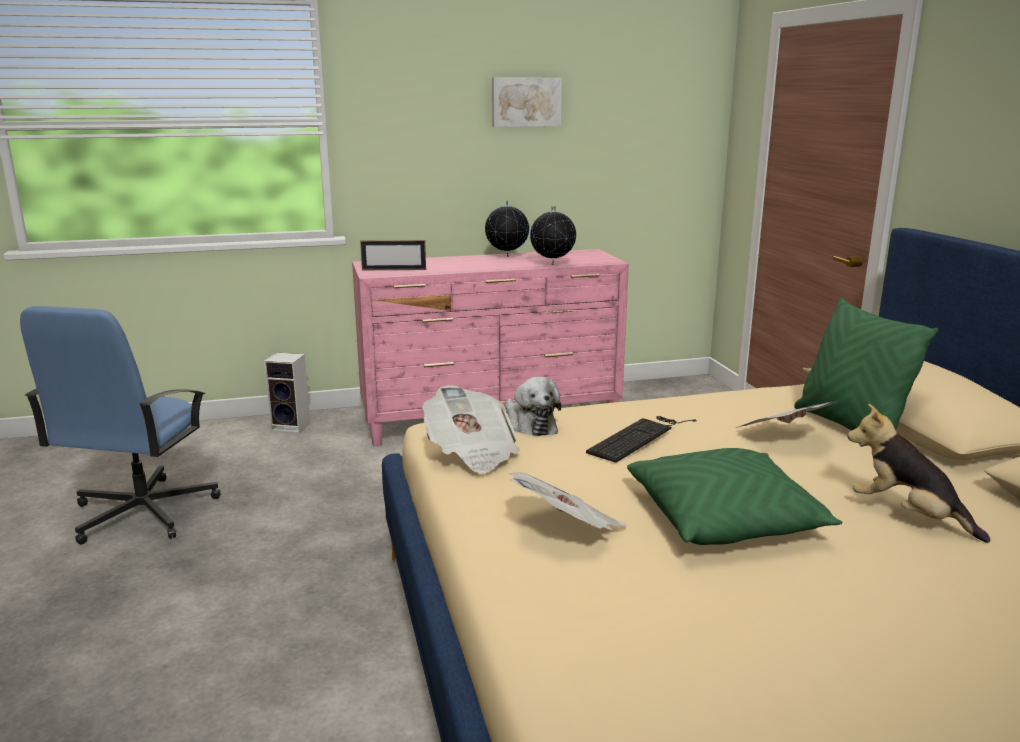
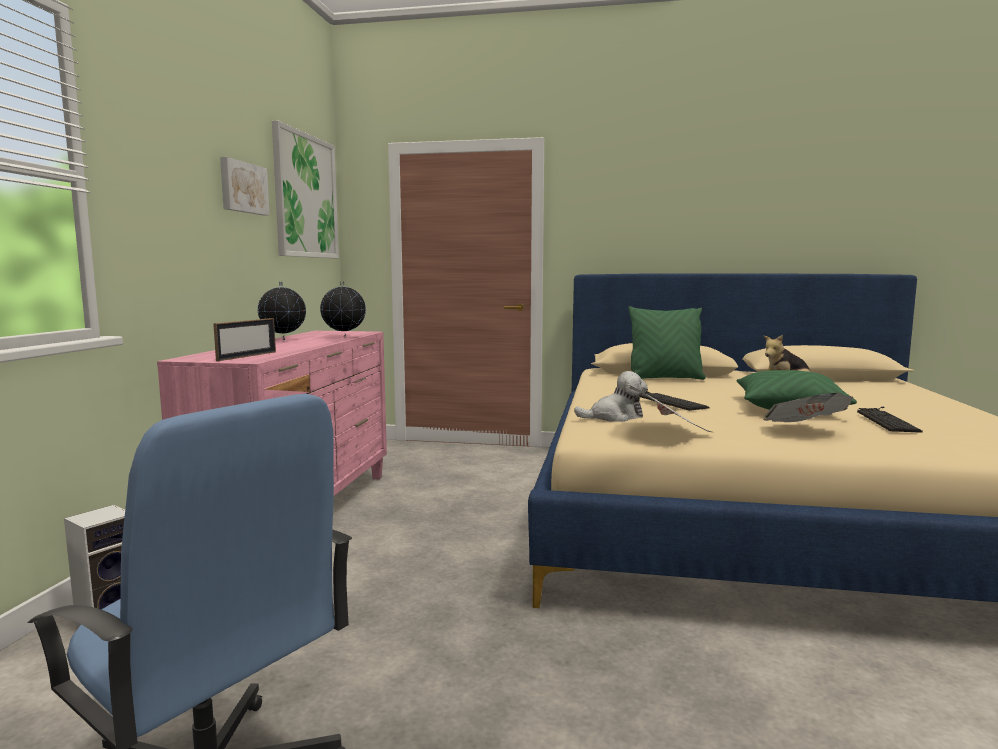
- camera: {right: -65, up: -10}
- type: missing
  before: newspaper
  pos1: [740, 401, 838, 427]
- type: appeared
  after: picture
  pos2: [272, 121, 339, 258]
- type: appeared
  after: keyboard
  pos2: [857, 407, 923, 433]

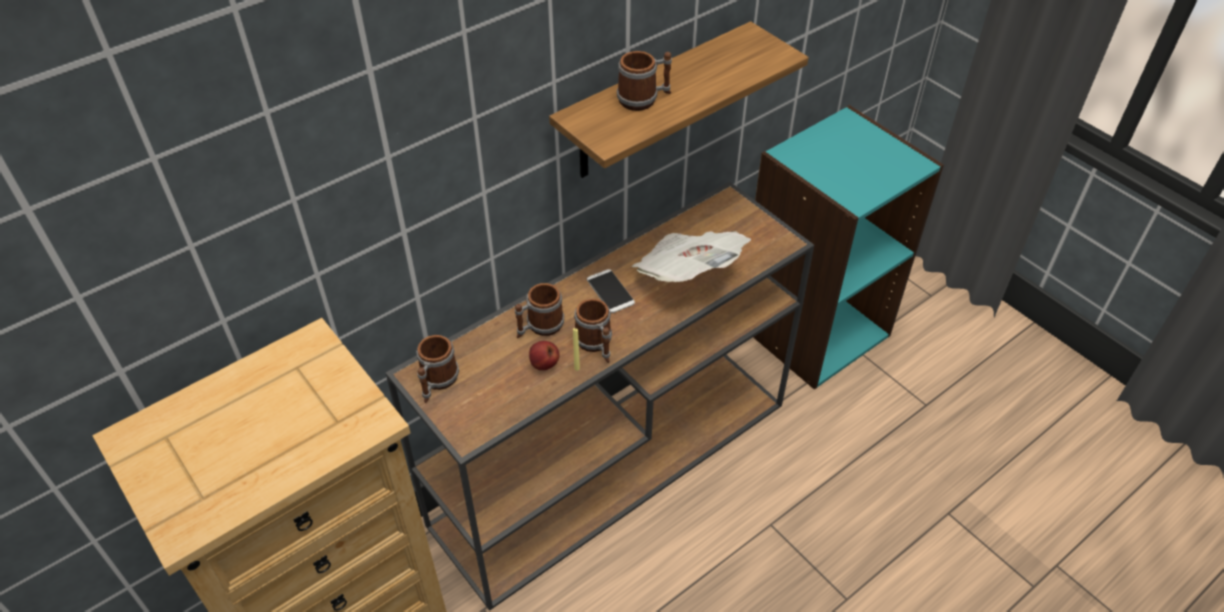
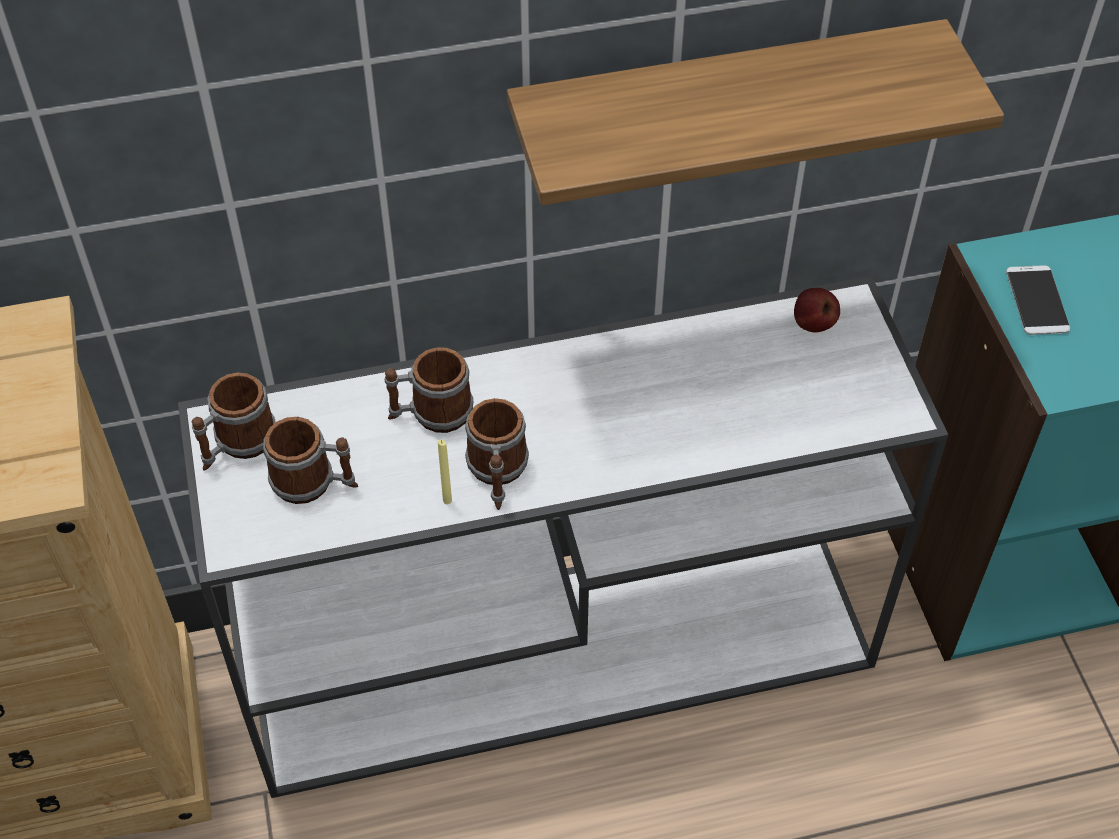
- camera: {right: 25, up: 5}
- type: relocated
  before: mug
  pos1: [617, 51, 672, 111]
  pos2: [263, 417, 358, 504]
- type: colour
  before: console table/brown
  after: console table/white
  pos1: [386, 182, 814, 611]
  pos2: [178, 276, 948, 798]
- type: missing
  before: newspaper
  pos1: [631, 231, 751, 282]
- type: relocated
  before: phone
  pos1: [587, 269, 635, 313]
  pos2: [1006, 265, 1070, 335]
- type: relocated
  before: apple
  pos1: [529, 341, 559, 370]
  pos2: [794, 288, 840, 332]

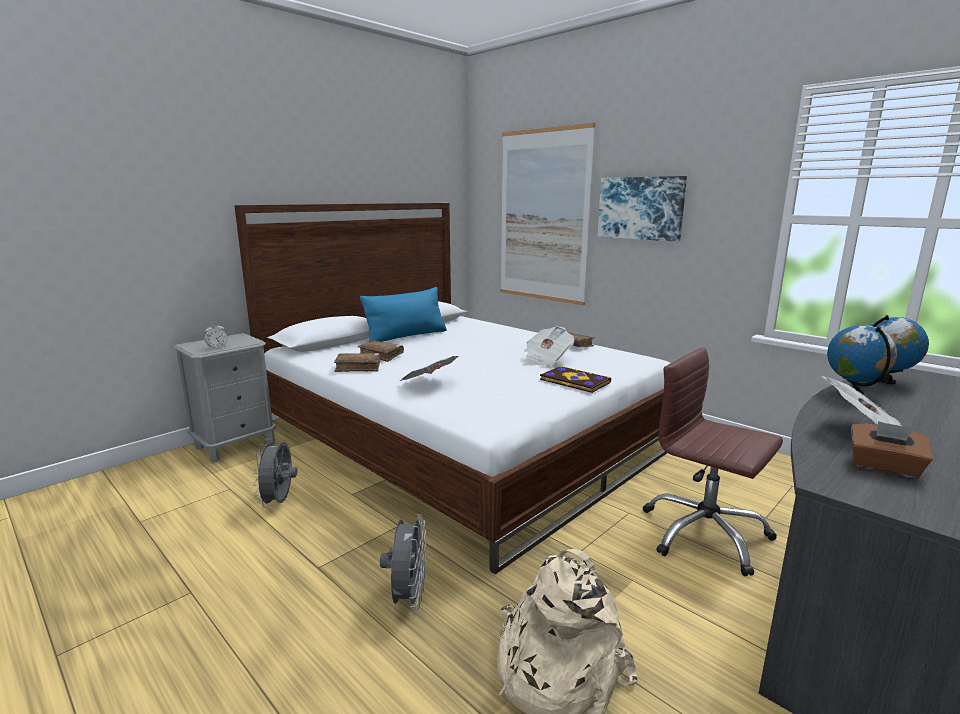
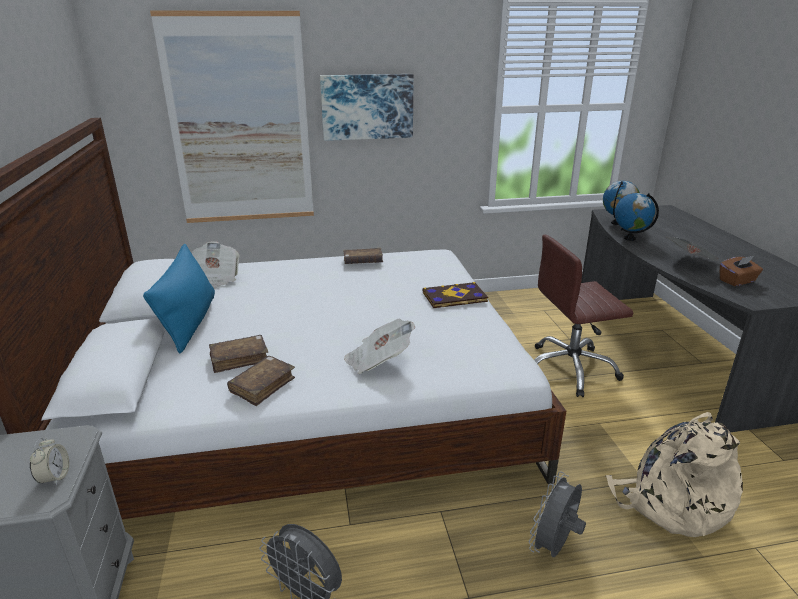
- camera: {right: -55, up: 10}
- type: relocated
  before: newspaper
  pos1: [523, 326, 574, 366]
  pos2: [192, 241, 240, 289]
- type: spun
  before: fan/grey
  pos1: [380, 514, 427, 609]
  pos2: [529, 471, 586, 557]
  turn: -90

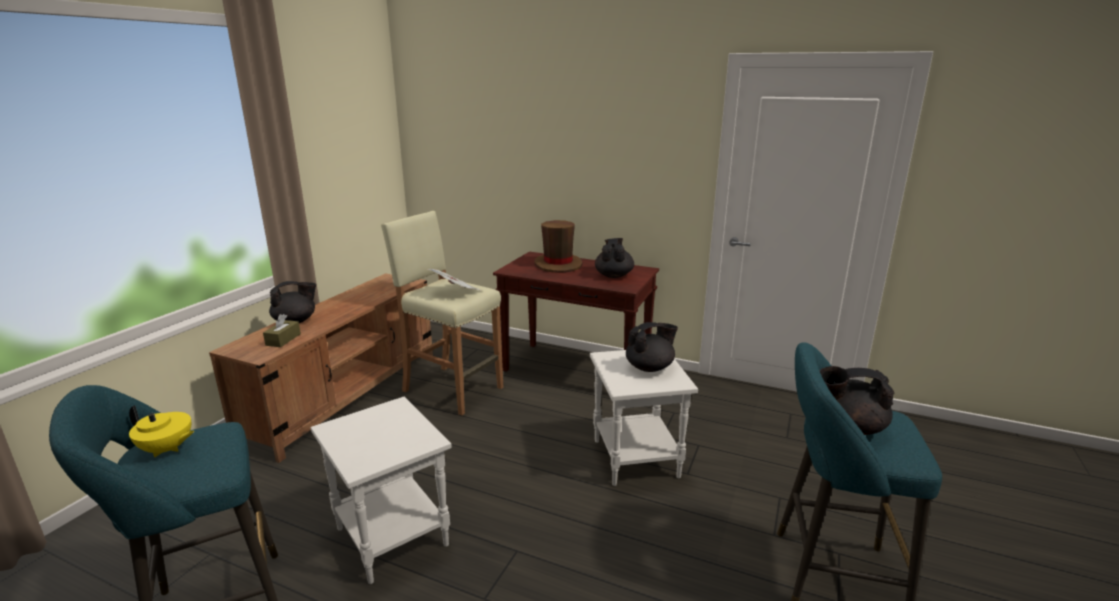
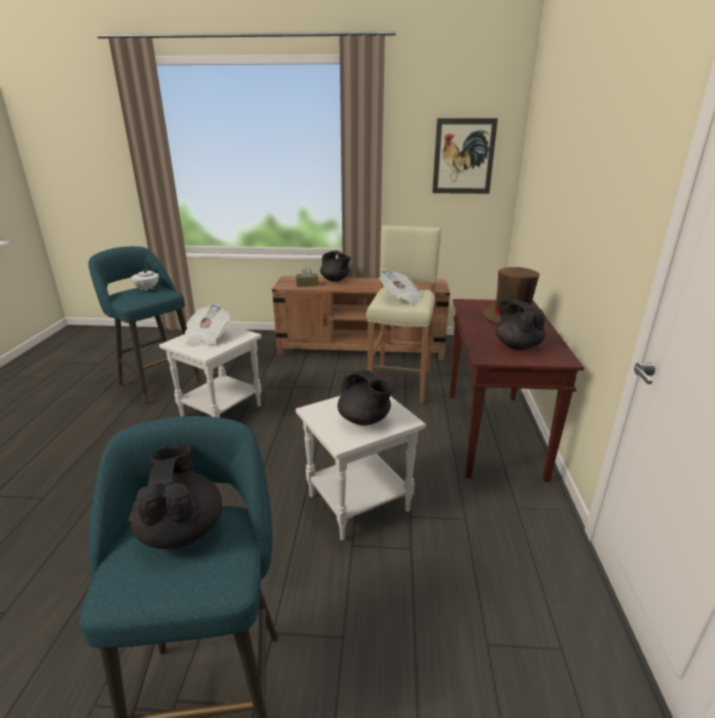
- camera: {right: 70, up: 5}
- type: spun
  before: teapot/black
  pos1: [595, 238, 634, 278]
  pos2: [496, 299, 545, 350]
  turn: -105
- type: colour
  before: teapot/yellow
  after: teapot/white
  pos1: [129, 405, 194, 457]
  pos2: [131, 263, 159, 291]
- type: appeared
  after: picture
  pos2: [432, 118, 498, 194]
- type: appeared
  after: newspaper
  pos2: [185, 304, 231, 347]

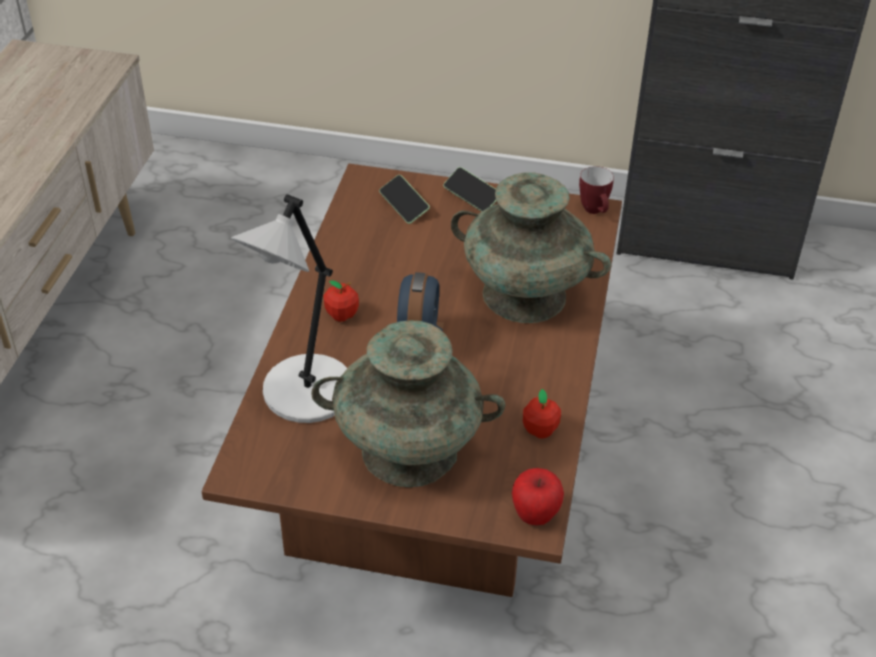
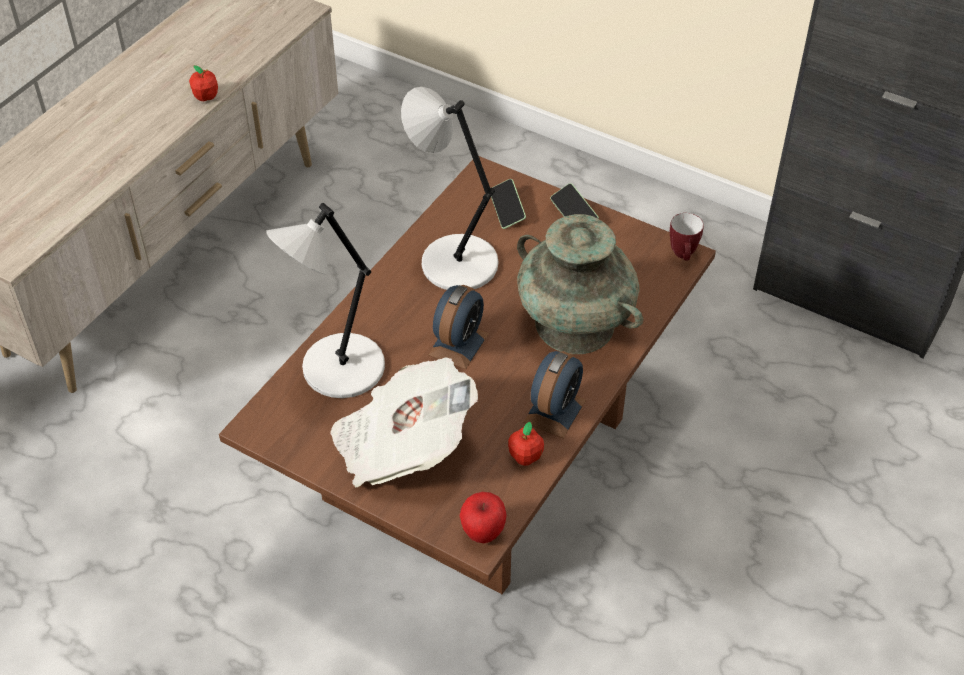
- camera: {right: 20, up: 5}
- type: relocated
  before: apple
  pos1: [323, 280, 359, 322]
  pos2: [189, 65, 218, 101]
- type: exchanged
  before: vase/turquoise
  after: newspaper
  pos1: [311, 320, 505, 487]
  pos2: [330, 357, 478, 488]
- type: appeared
  after: table lamp/grey
  pos2: [401, 87, 498, 290]
- type: appeared
  after: alarm clock
  pos2: [524, 351, 586, 438]

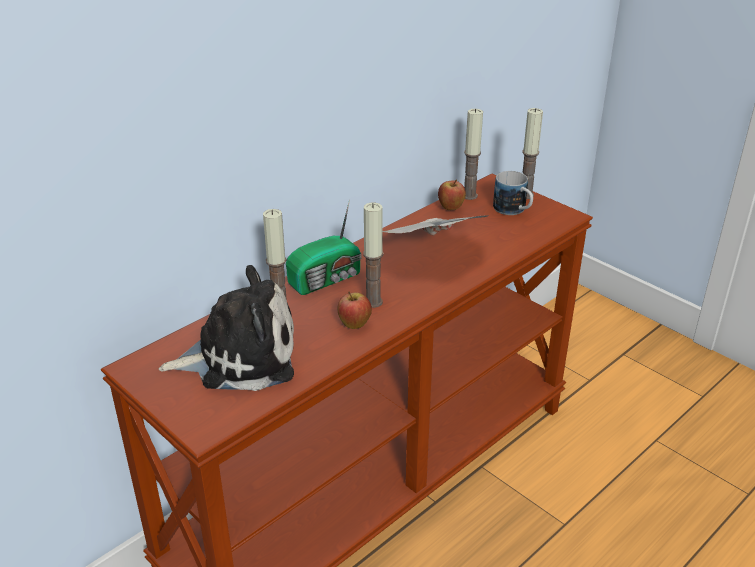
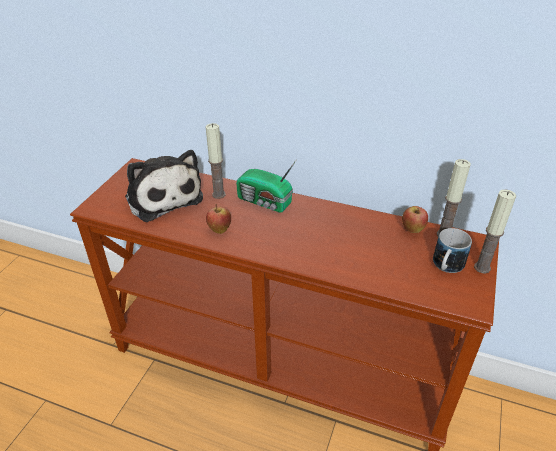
- camera: {right: 65, up: 5}
- type: missing
  before: candle
  pos1: [363, 202, 383, 308]
- type: missing
  before: newspaper
  pos1: [382, 215, 490, 235]

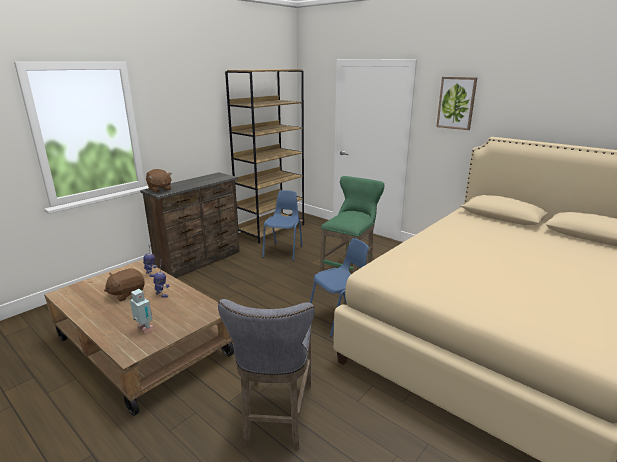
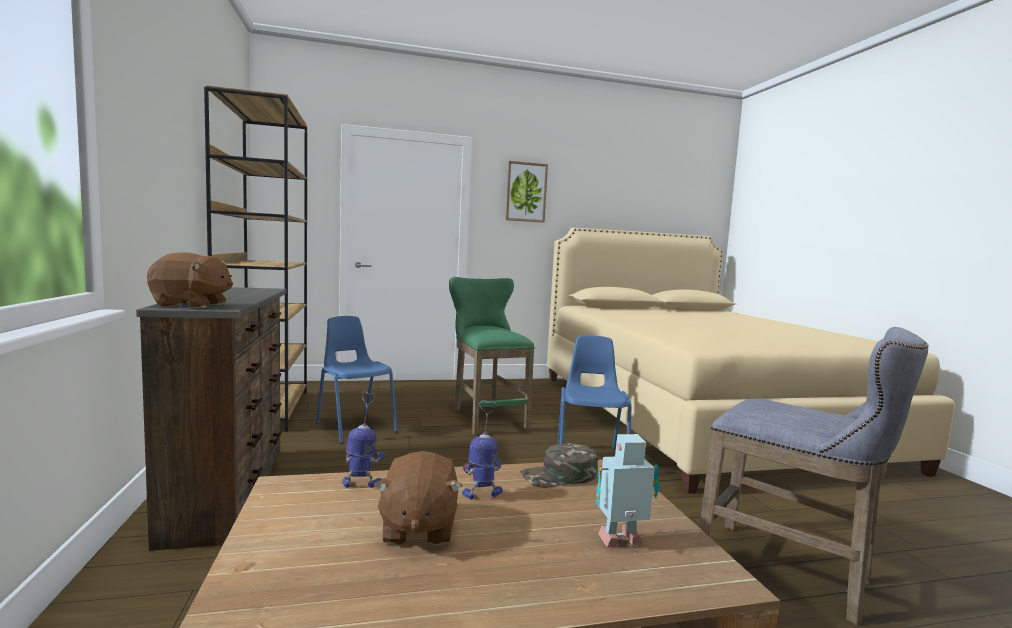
- camera: {right: -55, up: -15}
- type: appeared
  after: cap/green
  pos2: [520, 443, 598, 488]

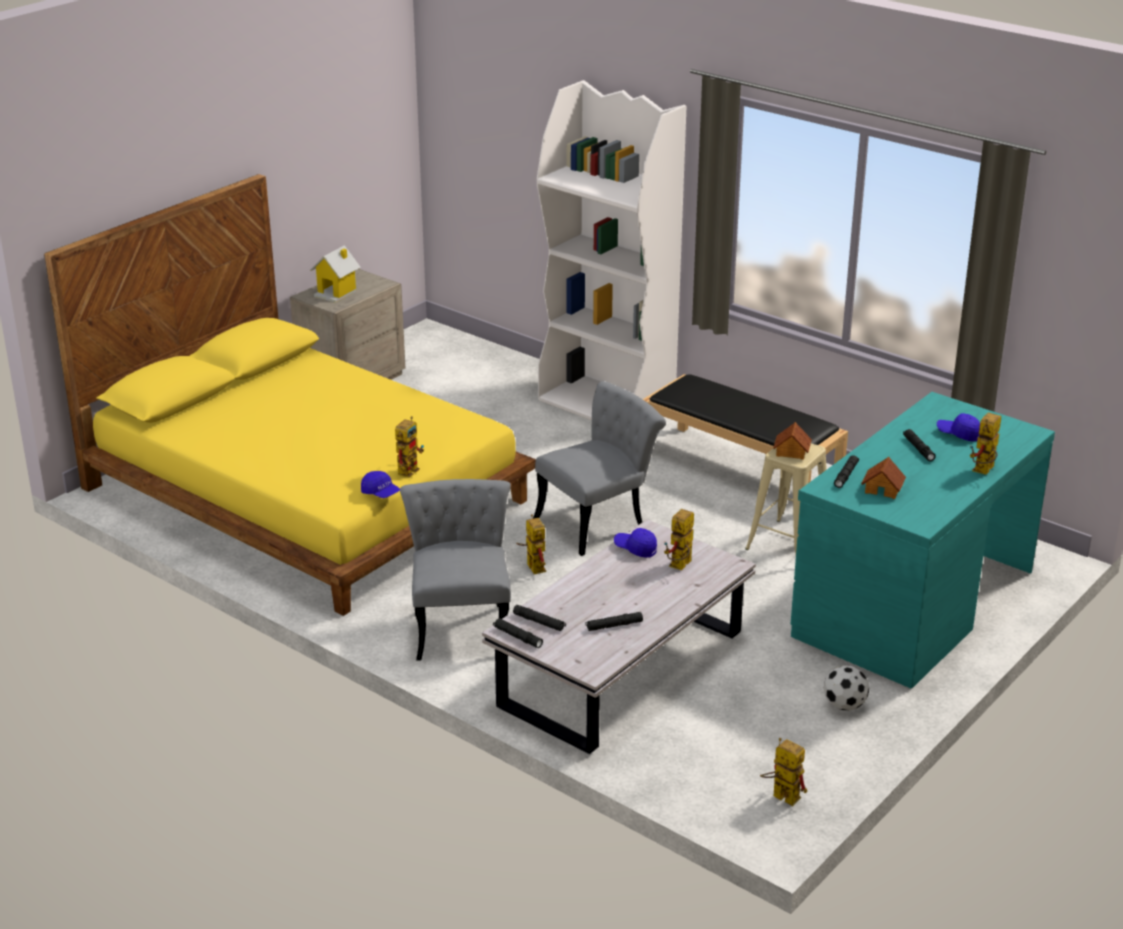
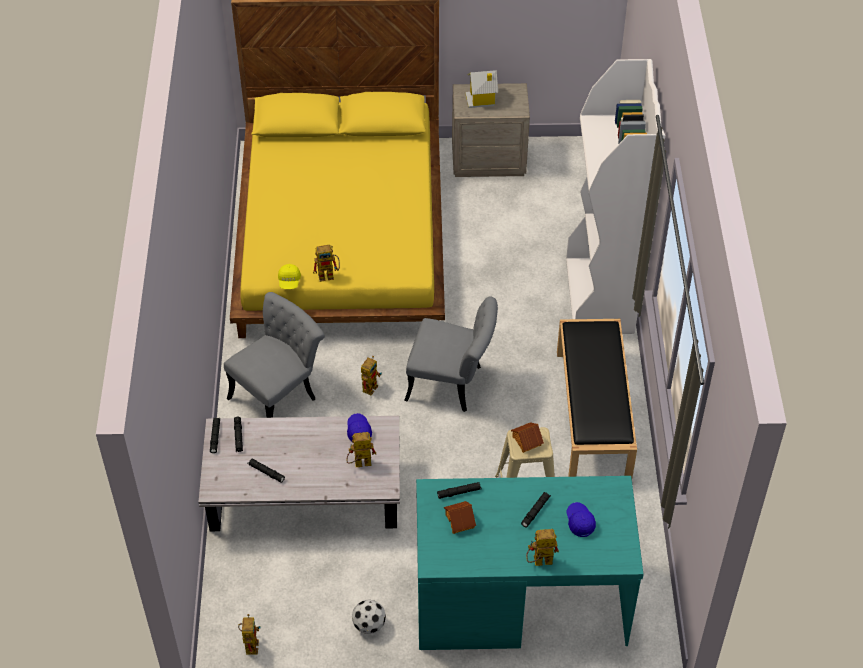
- camera: {right: 50, up: 20}
- type: colour
  before: cap/blue
  after: cap/yellow
  pos1: [361, 471, 400, 498]
  pos2: [278, 264, 301, 289]

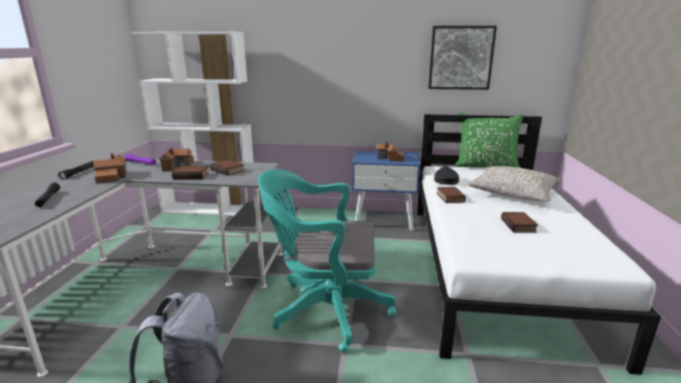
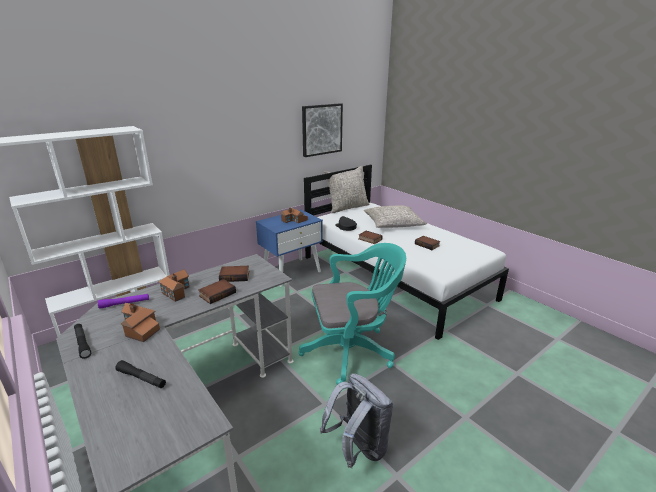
- camera: {right: -45, up: 5}
- type: colour
  before: pillow/green
  after: pillow/grey
  pos1: [455, 112, 524, 168]
  pos2: [324, 166, 370, 213]
- type: spun
  before: office chair/turquoise
  pos1: [258, 169, 396, 353]
  pos2: [298, 243, 406, 385]
  turn: -150

